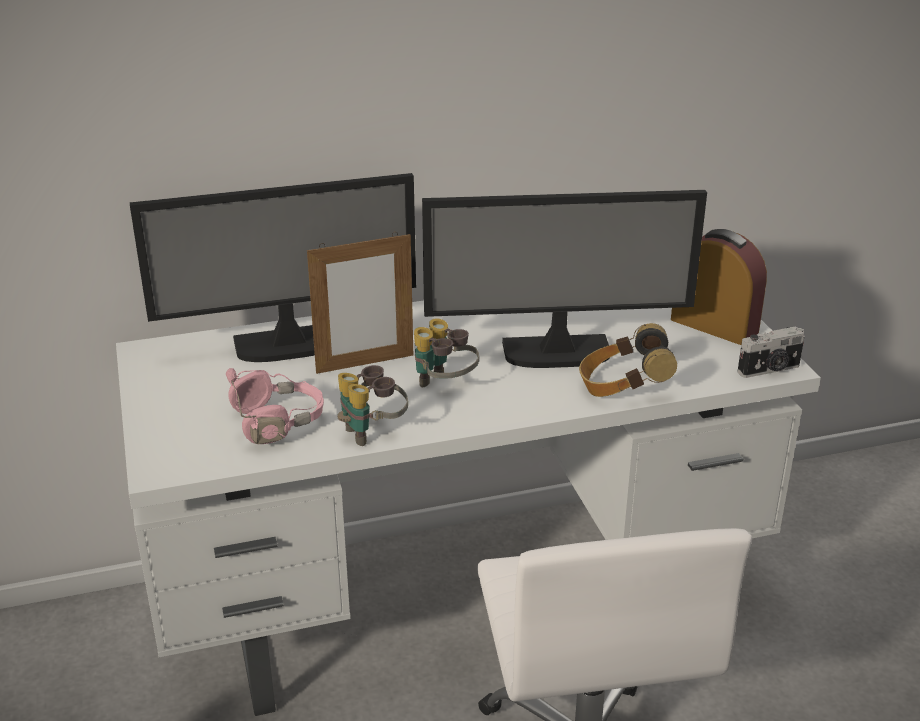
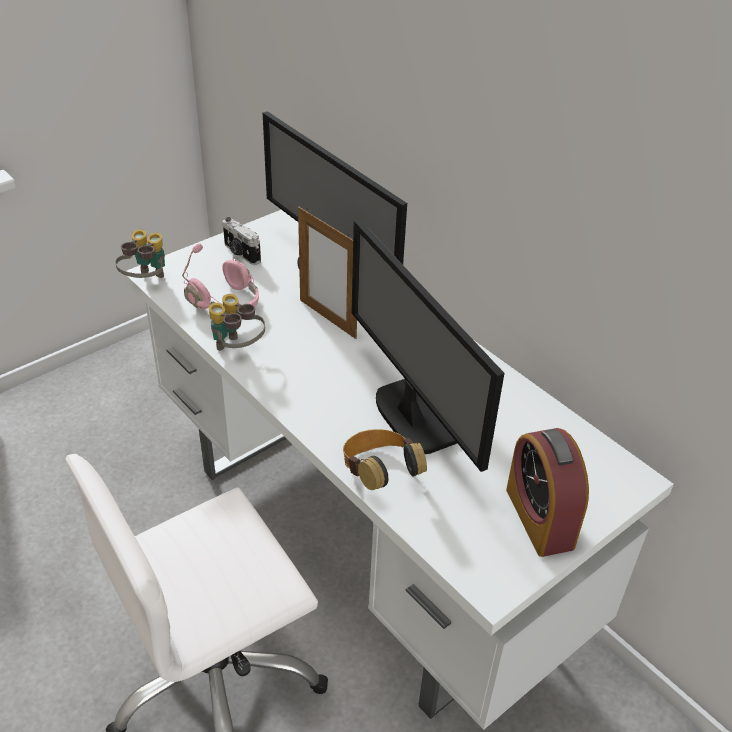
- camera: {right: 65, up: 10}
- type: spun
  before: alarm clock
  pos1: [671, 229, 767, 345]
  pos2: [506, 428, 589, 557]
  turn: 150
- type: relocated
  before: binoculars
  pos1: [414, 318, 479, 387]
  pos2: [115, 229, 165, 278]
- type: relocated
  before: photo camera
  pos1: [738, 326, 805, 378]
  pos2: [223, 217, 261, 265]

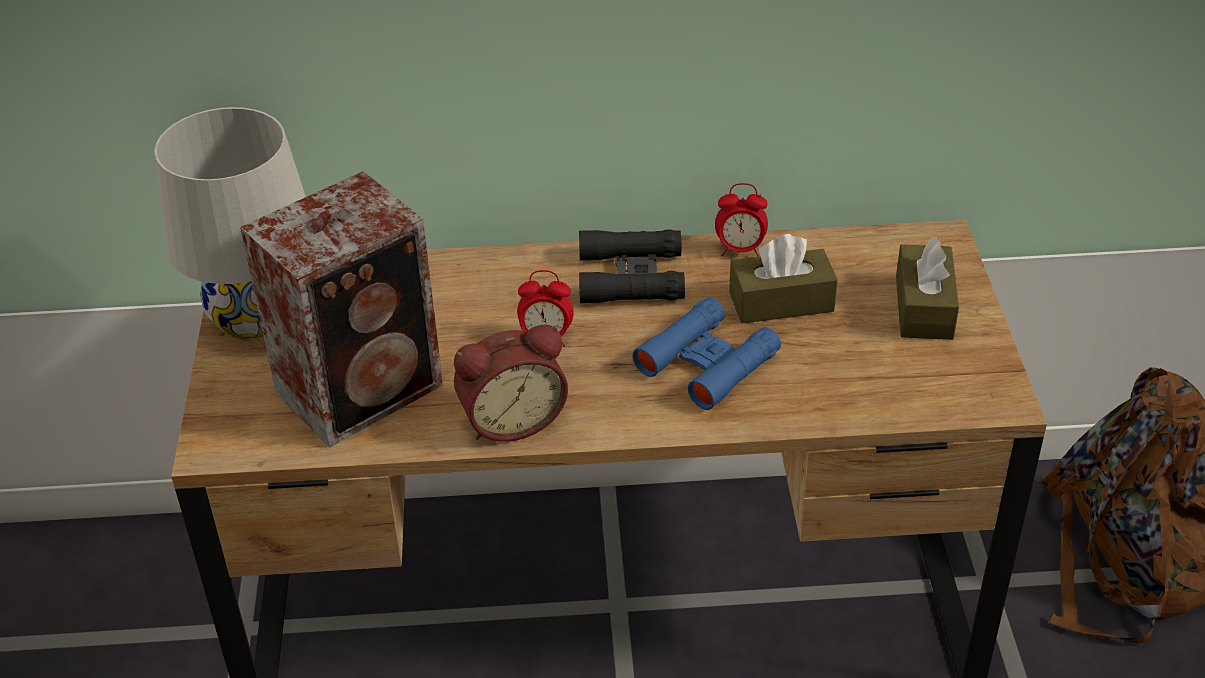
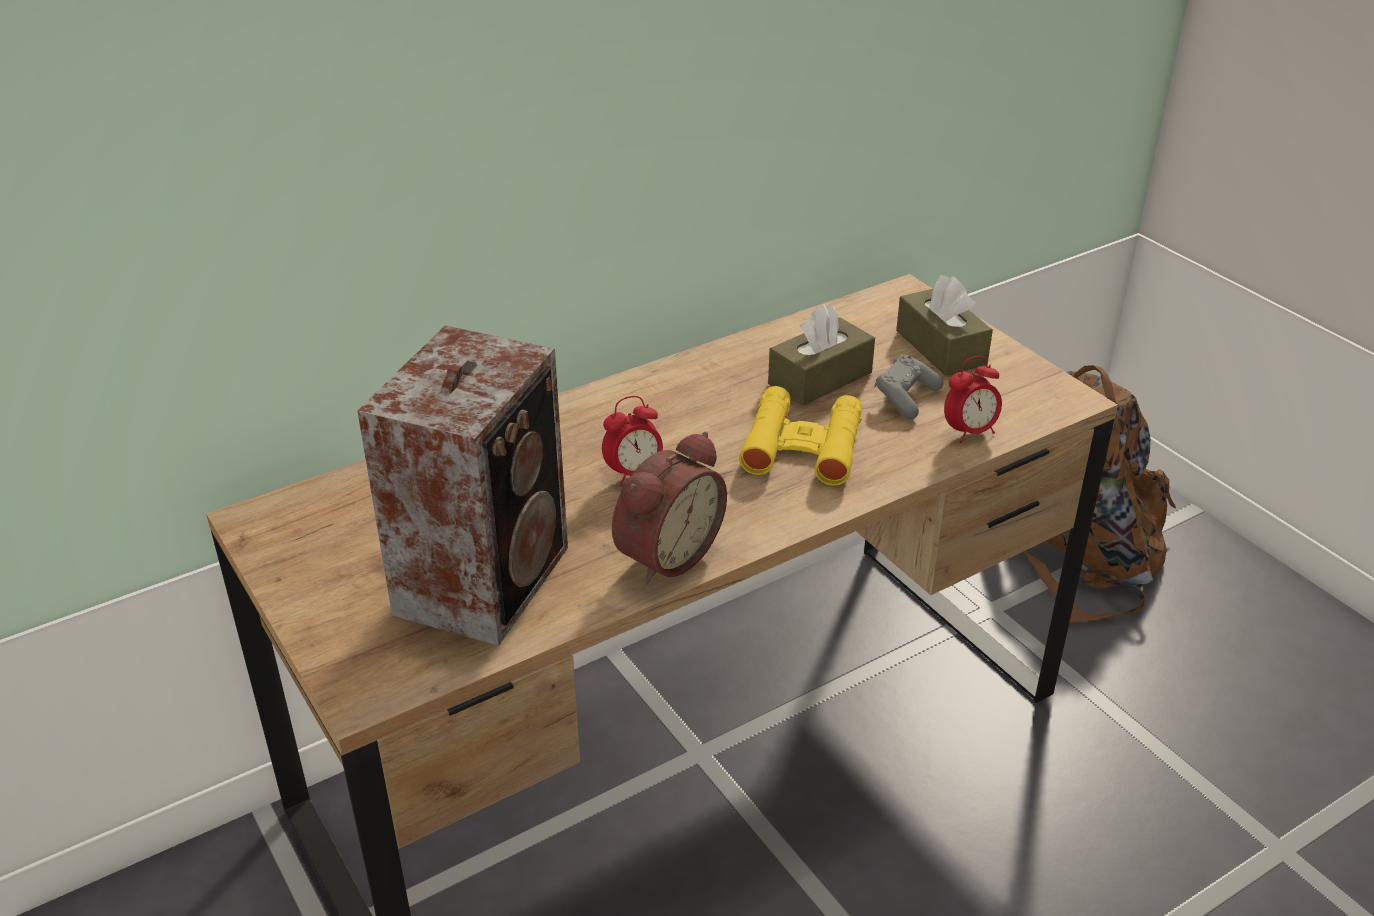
- camera: {right: -30, up: -5}
- type: missing
  before: table lamp/white
  pos1: [154, 107, 306, 341]
- type: relocated
  before: alarm clock
  pos1: [715, 183, 768, 257]
  pos2: [944, 356, 1002, 443]
- type: missing
  before: binoculars/black
  pos1: [579, 229, 685, 303]
- type: colour
  before: binoculars/blue
  after: binoculars/yellow
  pos1: [632, 297, 781, 410]
  pos2: [739, 386, 862, 485]
- type: appeared
  after: game controller/grey
  pos2: [874, 355, 943, 419]

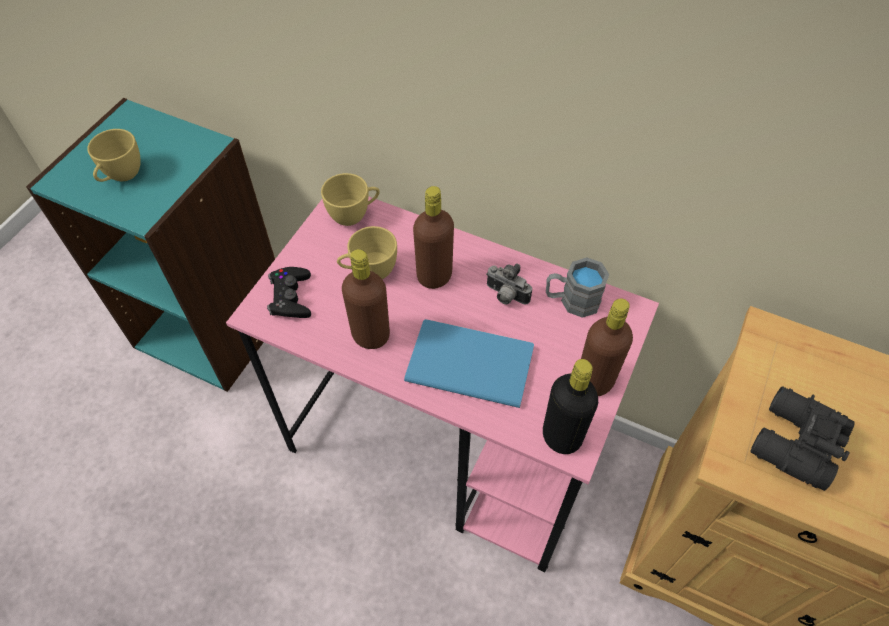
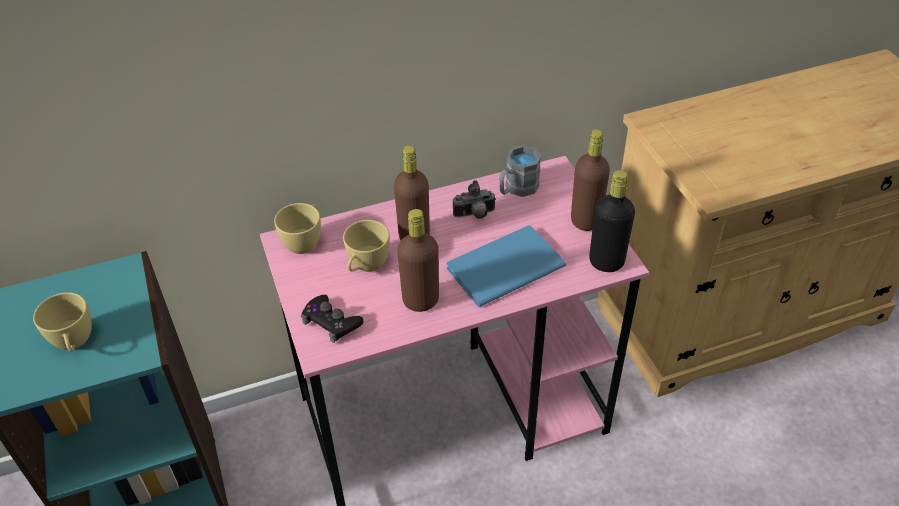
- camera: {right: -45, up: -10}
- type: missing
  before: binoculars/black
  pos1: [750, 386, 855, 491]

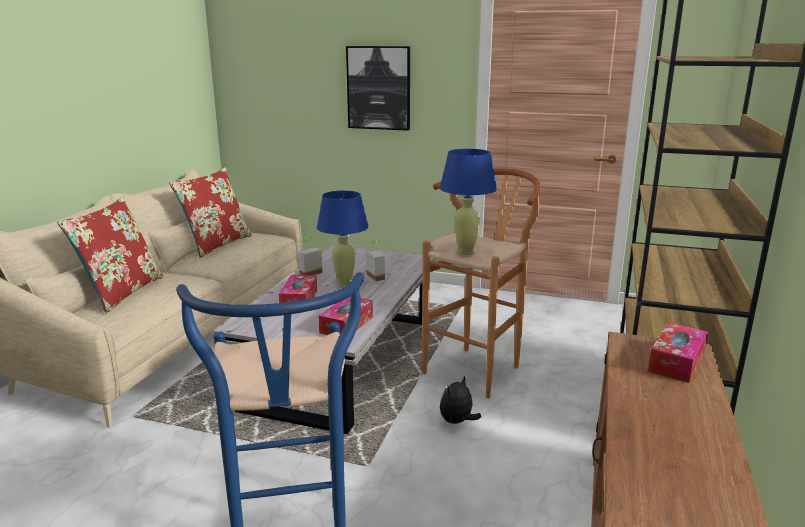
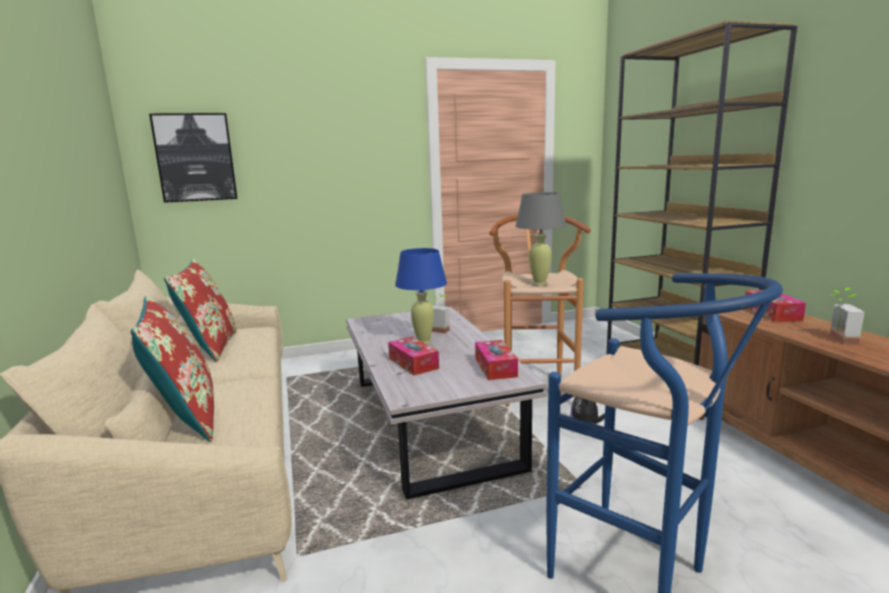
- camera: {right: -35, up: -5}
- type: relocated
  before: picture
  pos1: [346, 46, 410, 131]
  pos2: [149, 113, 238, 203]
- type: colour
  before: table lamp/blue
  after: table lamp/grey
  pos1: [440, 149, 497, 255]
  pos2: [515, 192, 566, 286]
- type: relocated
  before: potted plant
  pos1: [298, 236, 323, 275]
  pos2: [830, 288, 865, 345]

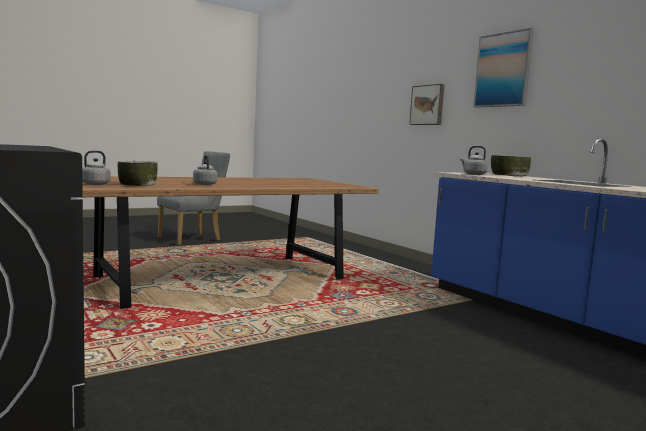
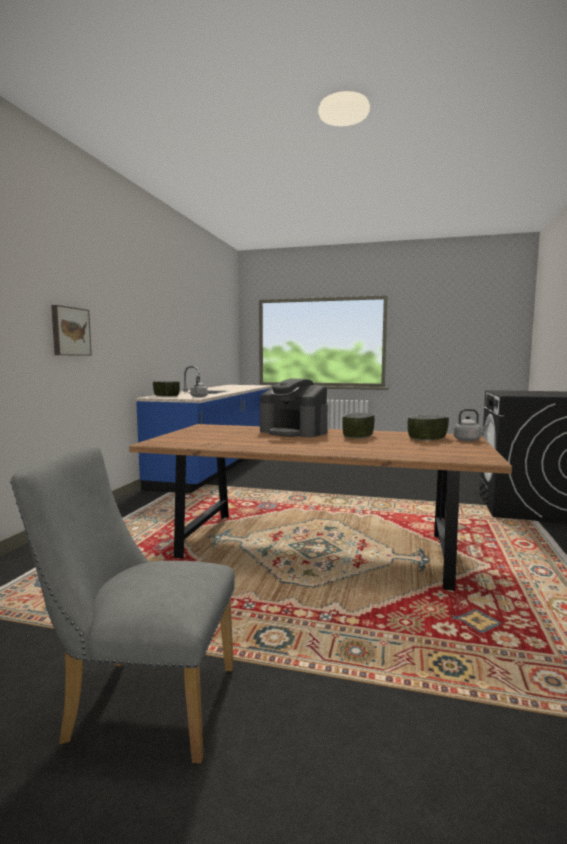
- camera: {right: -130, up: 0}
- type: missing
  before: picture
  pos1: [473, 28, 534, 108]
- type: exchanged
  before: kettle/grey
  after: bowl
  pos1: [193, 155, 218, 185]
  pos2: [342, 413, 375, 438]
- type: appeared
  after: coffee machine
  pos2: [260, 378, 328, 438]

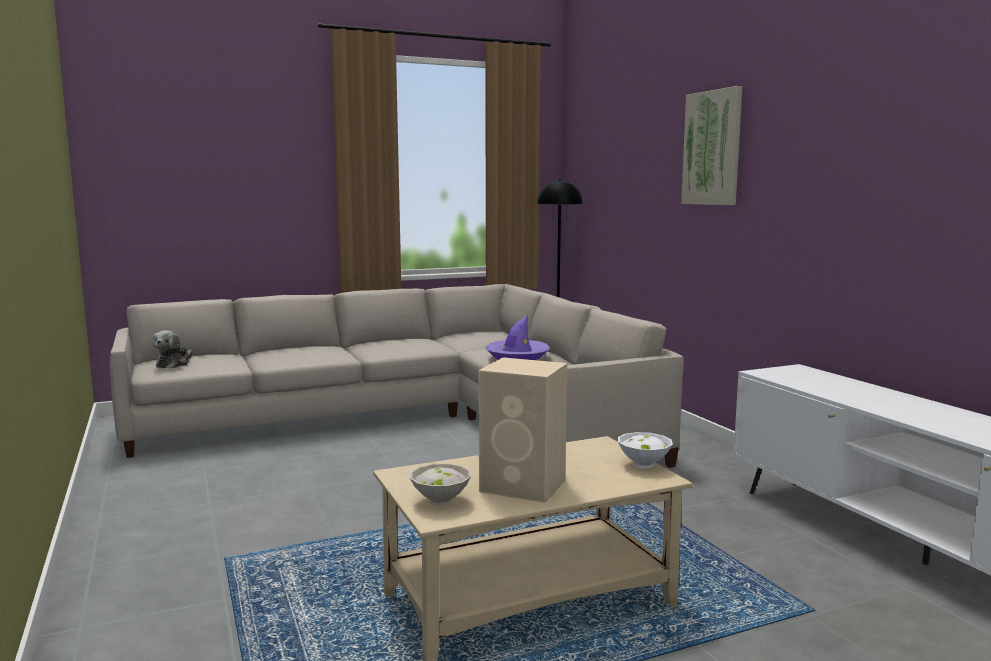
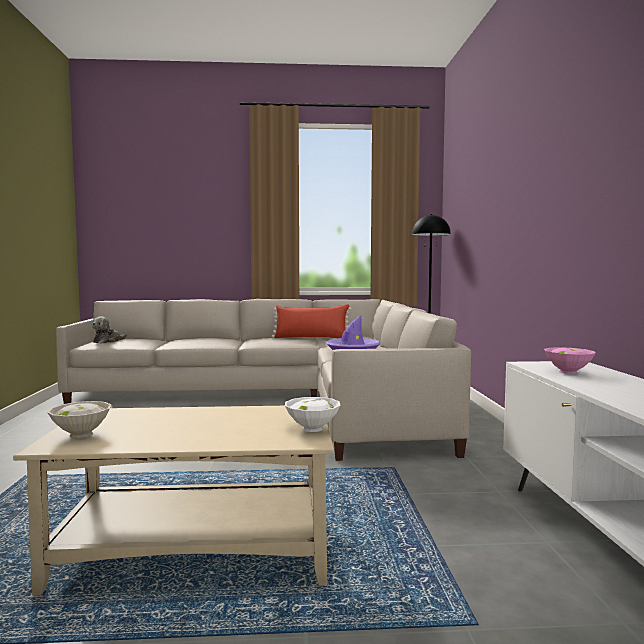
- camera: {right: 20, up: -5}
- type: missing
  before: picture
  pos1: [681, 86, 742, 205]
- type: missing
  before: speaker/beige
  pos1: [479, 357, 567, 503]
- type: appeared
  after: pillow/red
  pos2: [272, 304, 352, 338]
- type: appeared
  after: bowl/pink
  pos2: [544, 347, 596, 374]

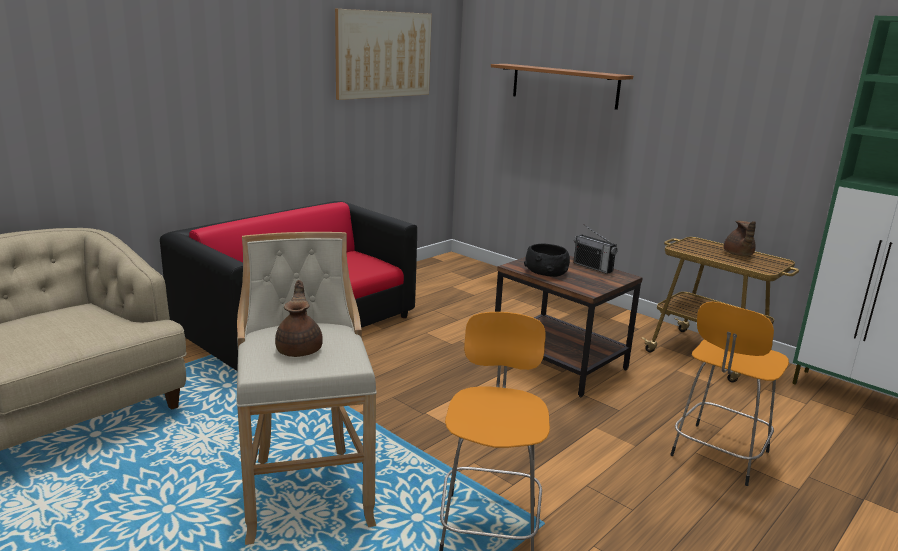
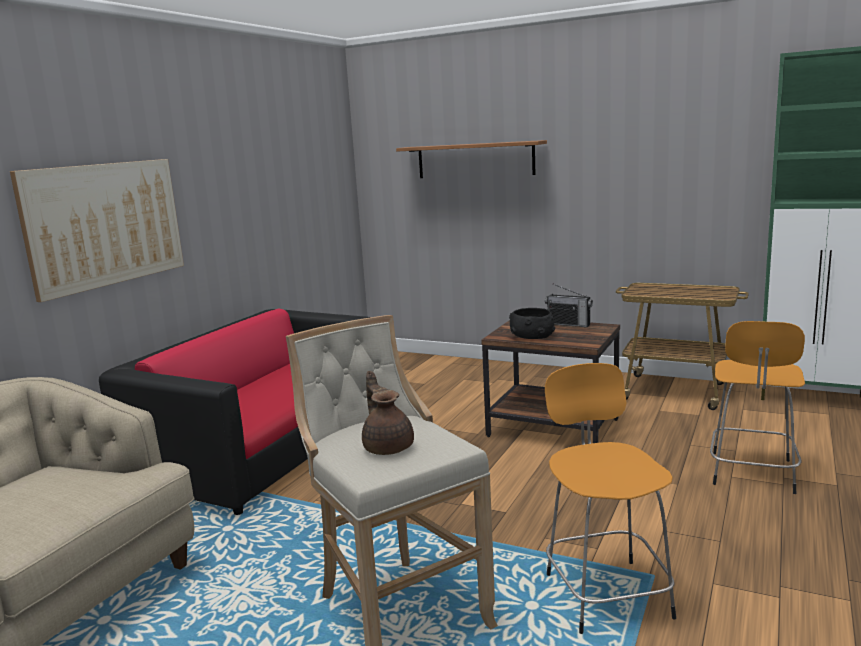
- camera: {right: -15, up: -5}
- type: relocated
  before: picture
  pos1: [335, 9, 432, 100]
  pos2: [10, 159, 184, 302]
- type: missing
  before: teapot/brown
  pos1: [723, 221, 756, 256]

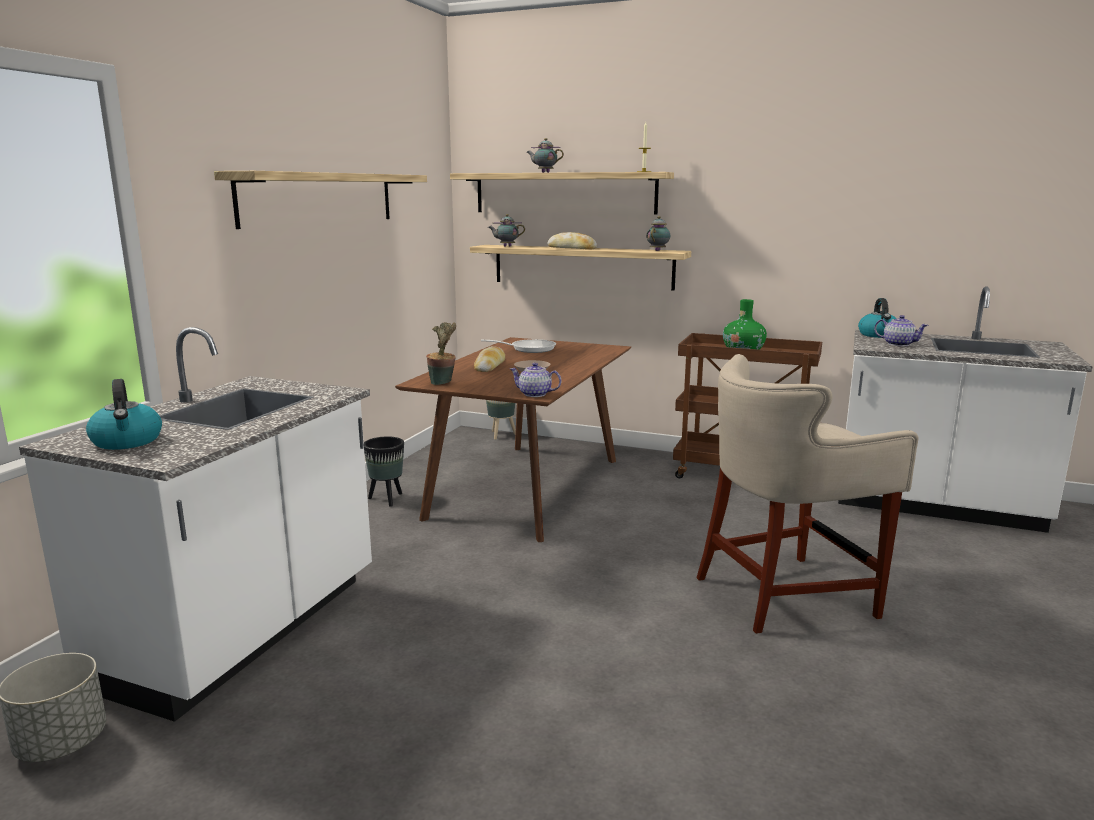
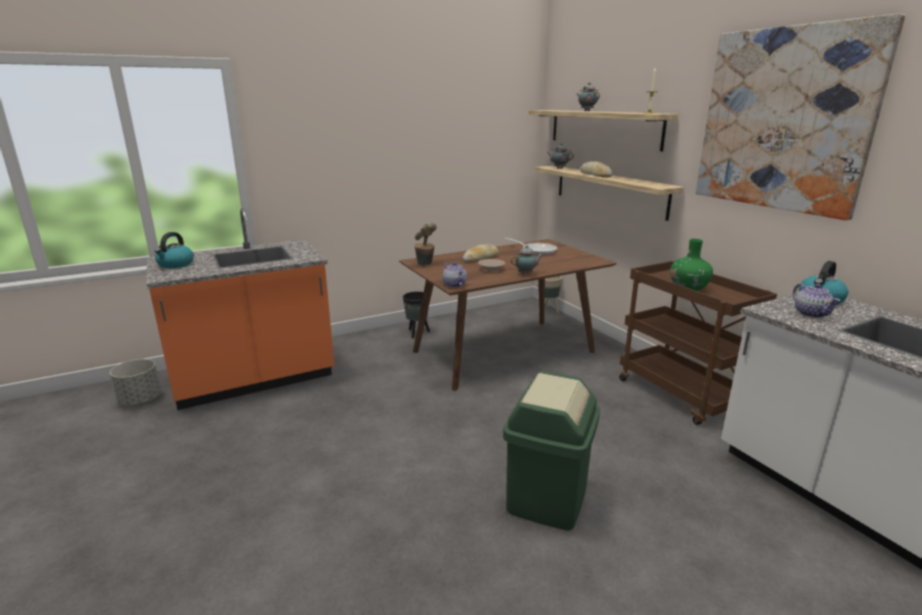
- camera: {right: 40, up: 5}
- type: missing
  before: shelf
  pos1: [214, 171, 427, 229]
- type: relocated
  before: teapot
  pos1: [646, 216, 670, 251]
  pos2: [511, 245, 543, 275]
- type: colour
  before: counter/white
  after: counter/orange
  pos1: [19, 327, 372, 722]
  pos2: [146, 208, 334, 410]
- type: exchanged
  before: stool/beige
  after: trash can/green
  pos1: [696, 354, 919, 634]
  pos2: [503, 371, 600, 531]
- type: appeared
  after: picture
  pos2: [696, 14, 905, 220]

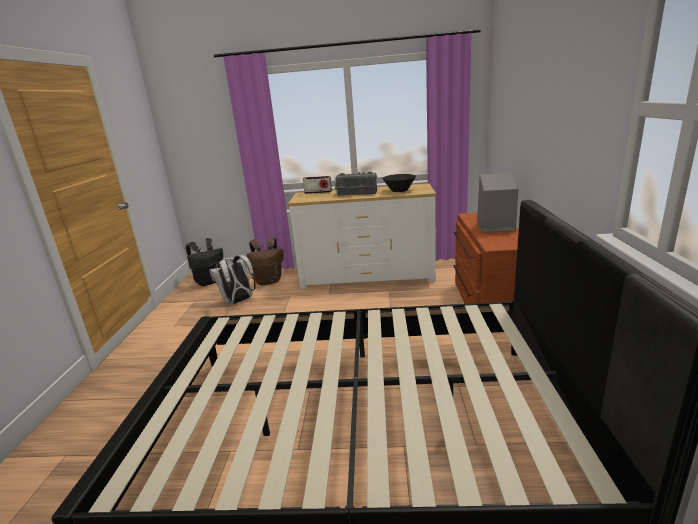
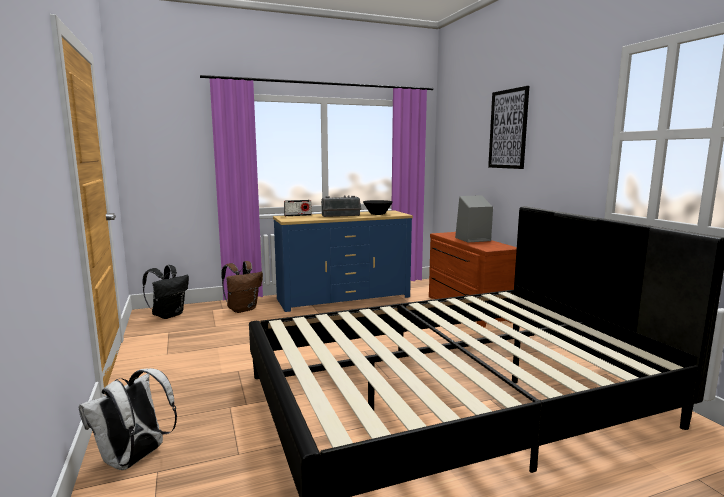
- camera: {right: -25, up: -10}
- type: colour
  before: dresser/white
  after: dresser/blue
  pos1: [288, 183, 436, 289]
  pos2: [273, 210, 413, 312]
- type: relocated
  before: backpack/white
  pos1: [209, 255, 255, 305]
  pos2: [79, 368, 177, 470]
- type: appeared
  after: picture
  pos2: [488, 86, 529, 169]

